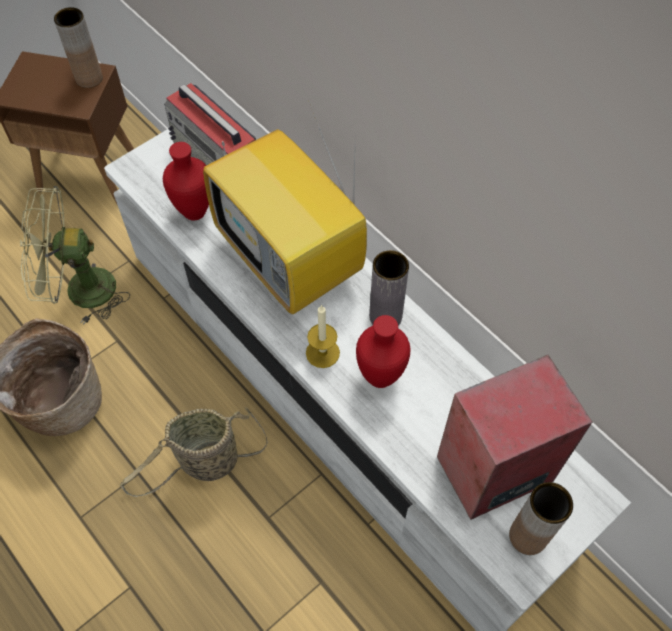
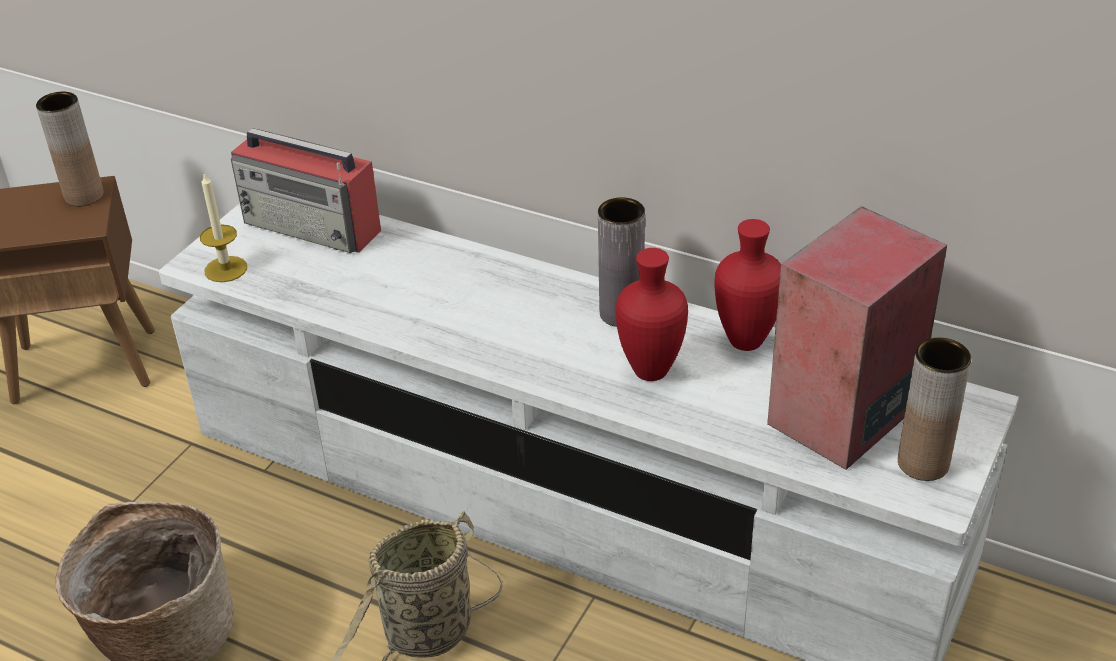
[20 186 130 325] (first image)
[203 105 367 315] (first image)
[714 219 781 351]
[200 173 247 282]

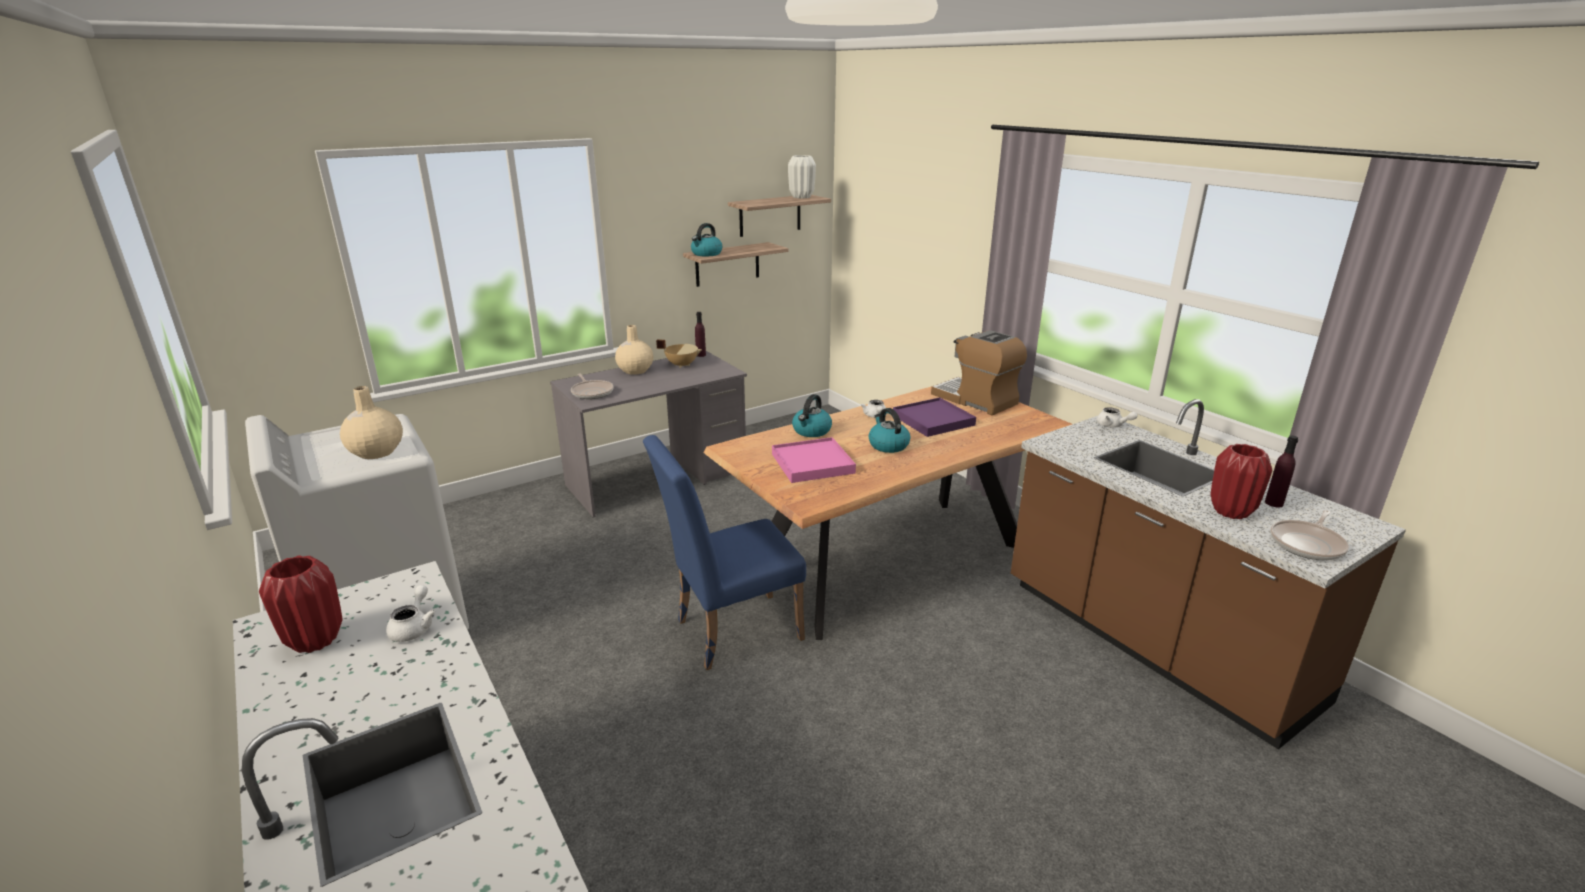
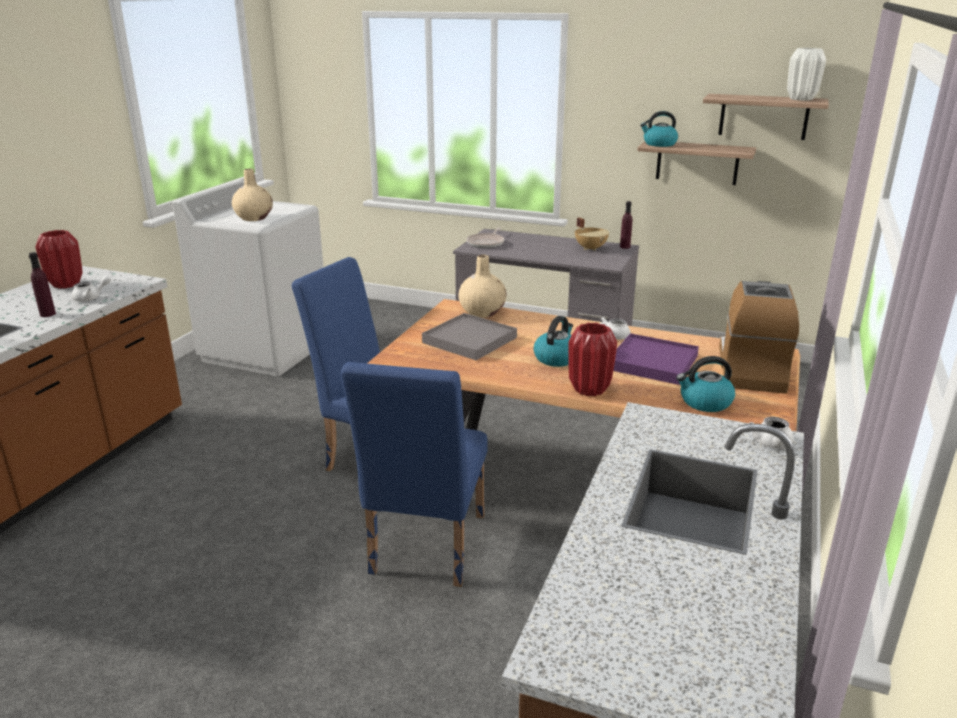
[1270 510 1349 560] (first image)
[341 362 488 587]
[458 255 507 318]
[676 356 735 412]
[568 323 617 396]
[29 252 56 317]
[422 313 517 360]

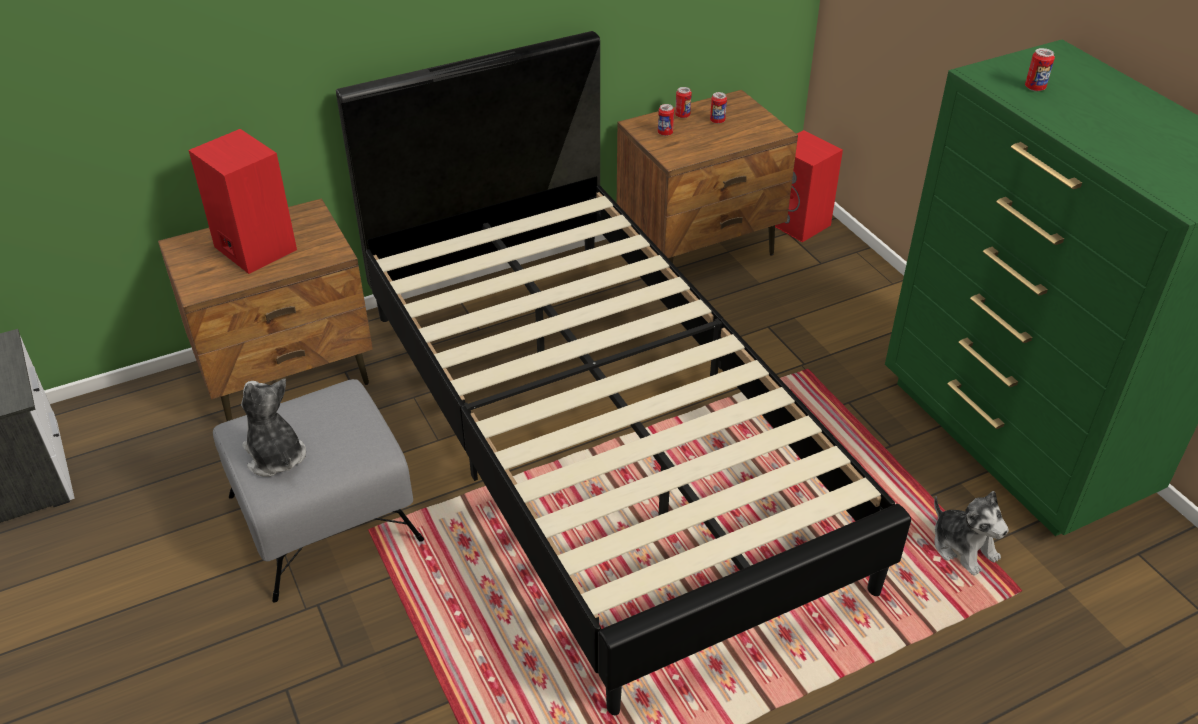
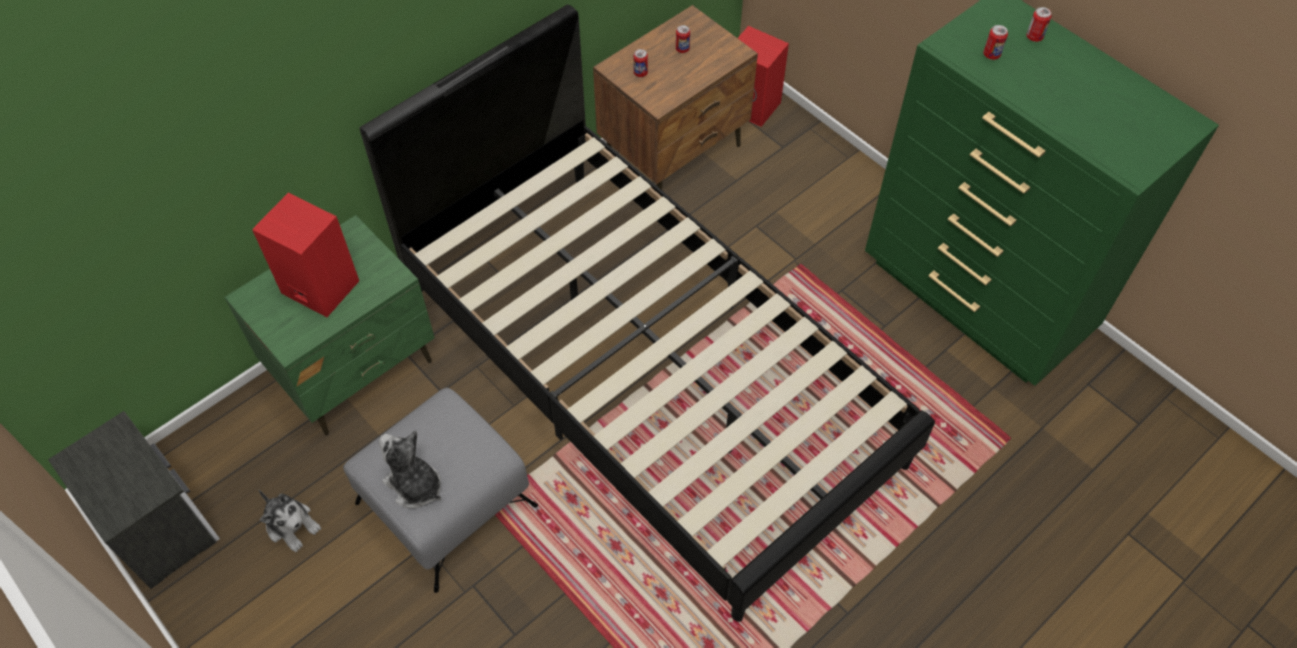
[1026 7 1052 42]
[259 490 321 552]
[224 215 435 435]

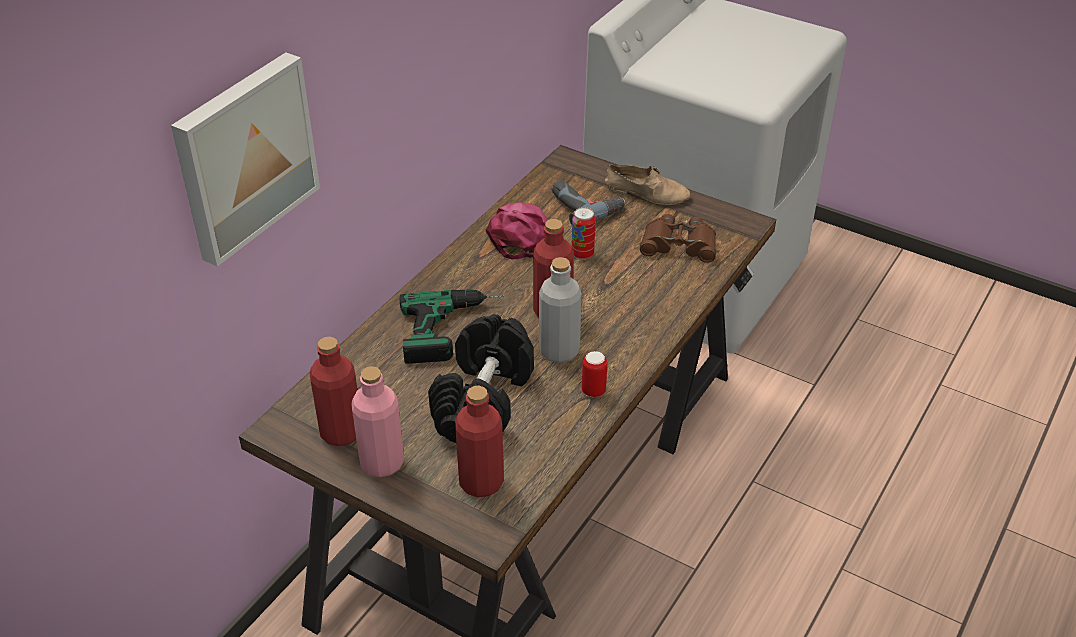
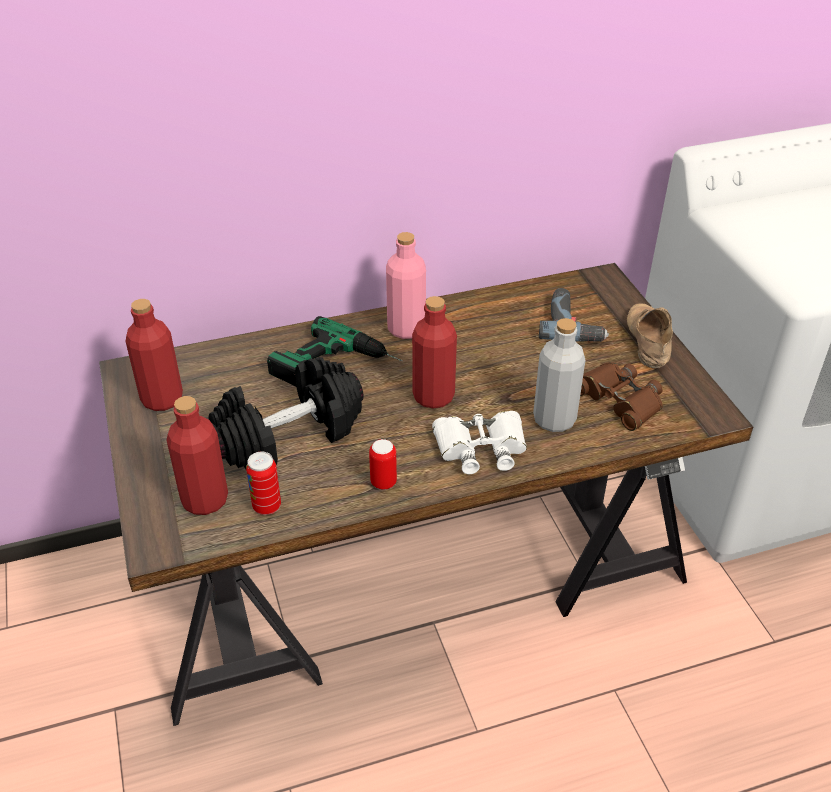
[171 52 320 267] (first image)
[486 202 548 260] (first image)
[432 411 527 474]
[386 232 426 339]
[533 318 585 432]
[246 452 281 515]
[627 303 673 368]

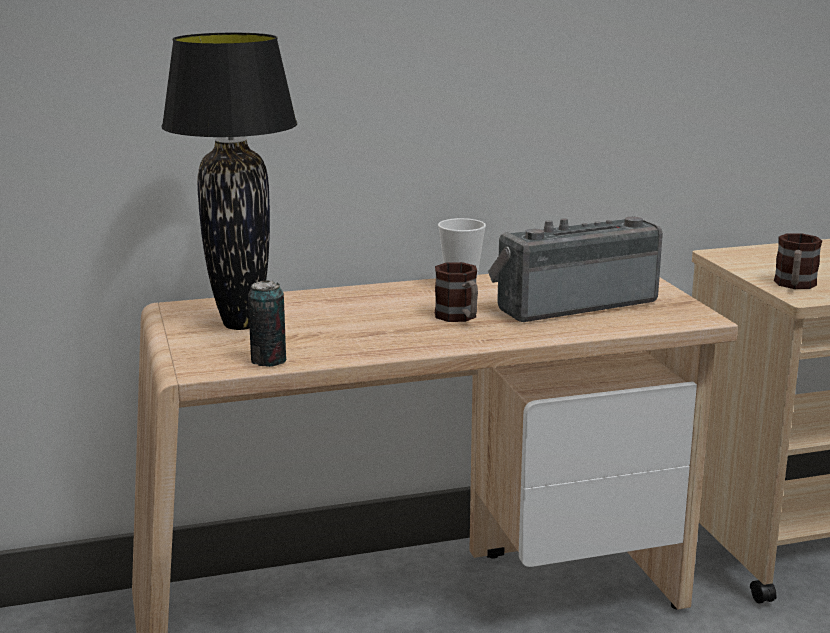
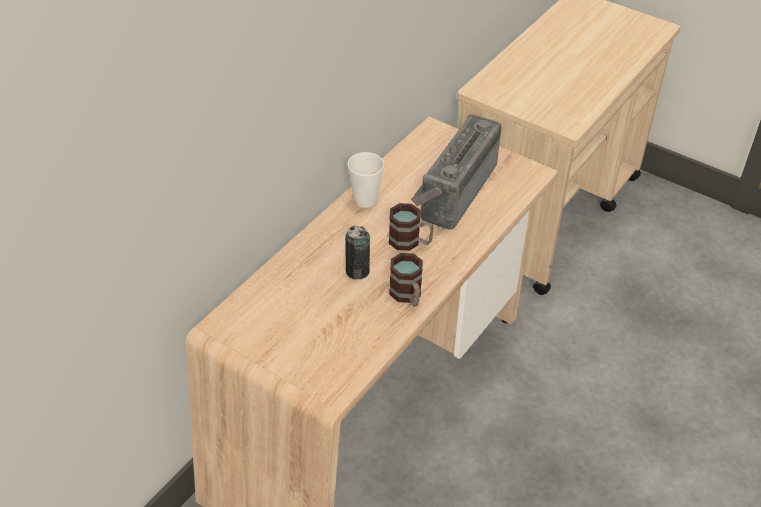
[161 33 297 330] (first image)
[345 225 370 280]
[389 253 423 307]

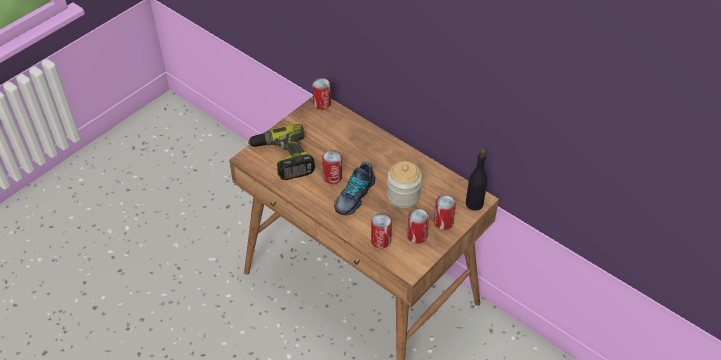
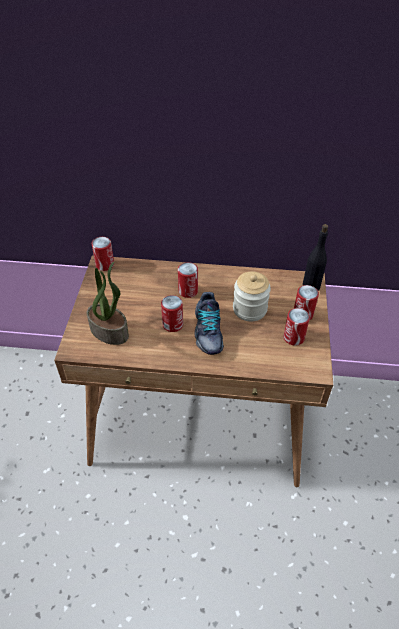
[178 262 198 298]
[87 261 129 345]

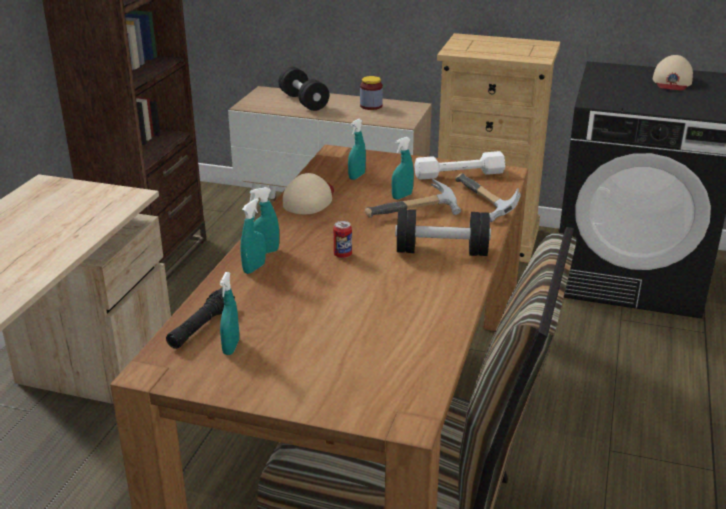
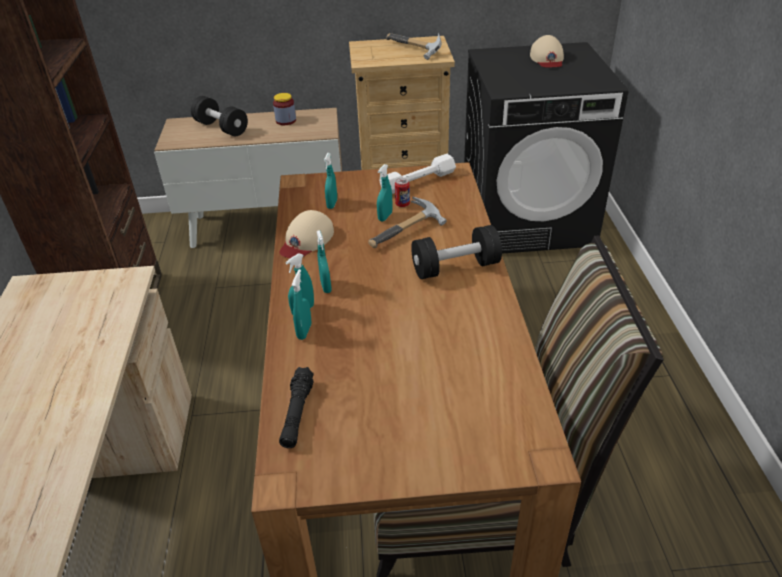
[317 230 332 293]
[395 178 410 207]
[386 33 441 60]
[280 210 334 258]

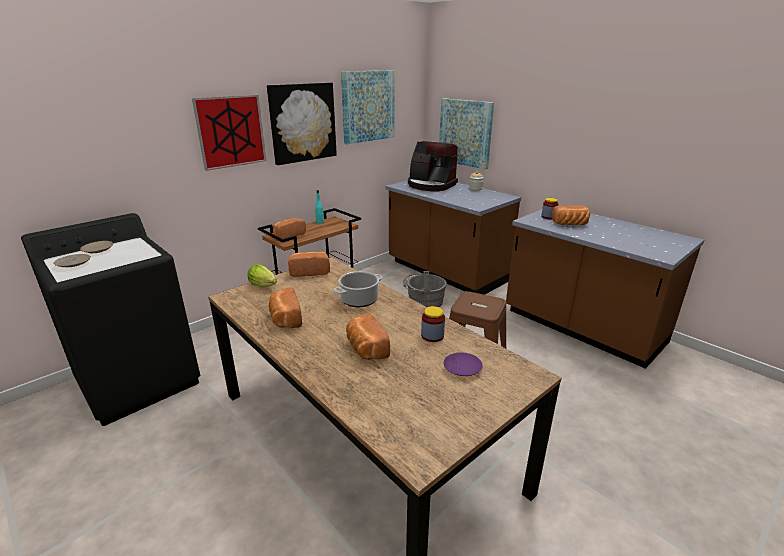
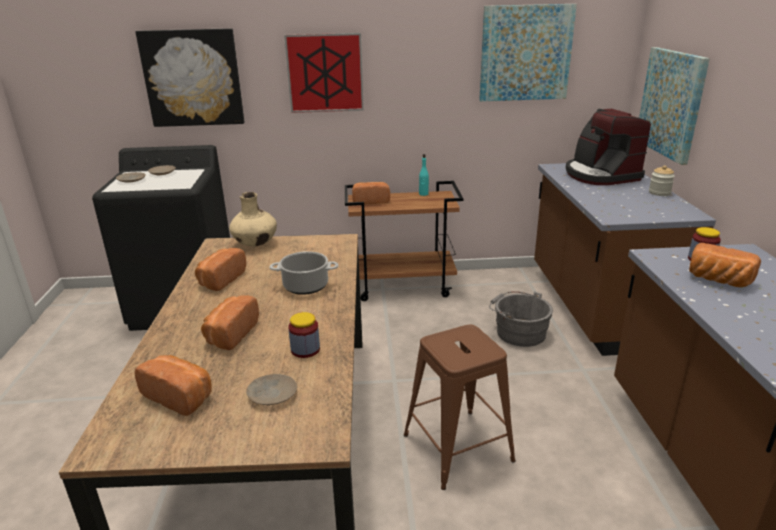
[135 28 244 127]
[135 355 212 416]
[229 192 277 247]
[246 374 297 405]

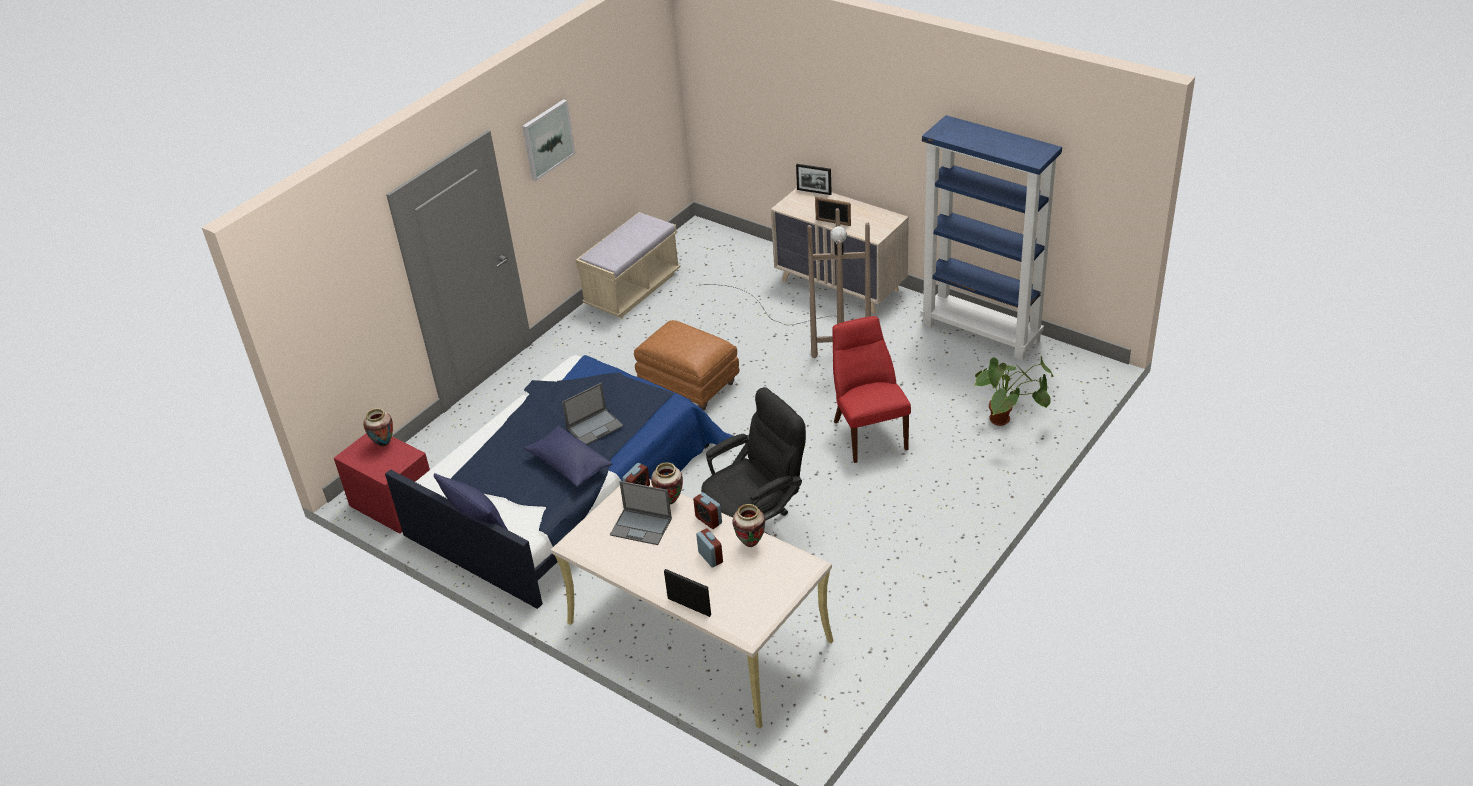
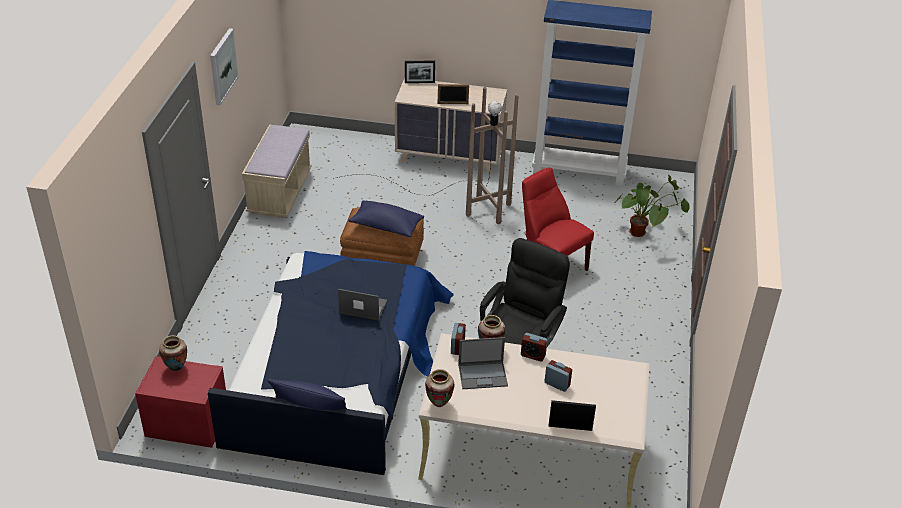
[348 200 424 237]
[425 369 455 407]
[338 289 387 321]

